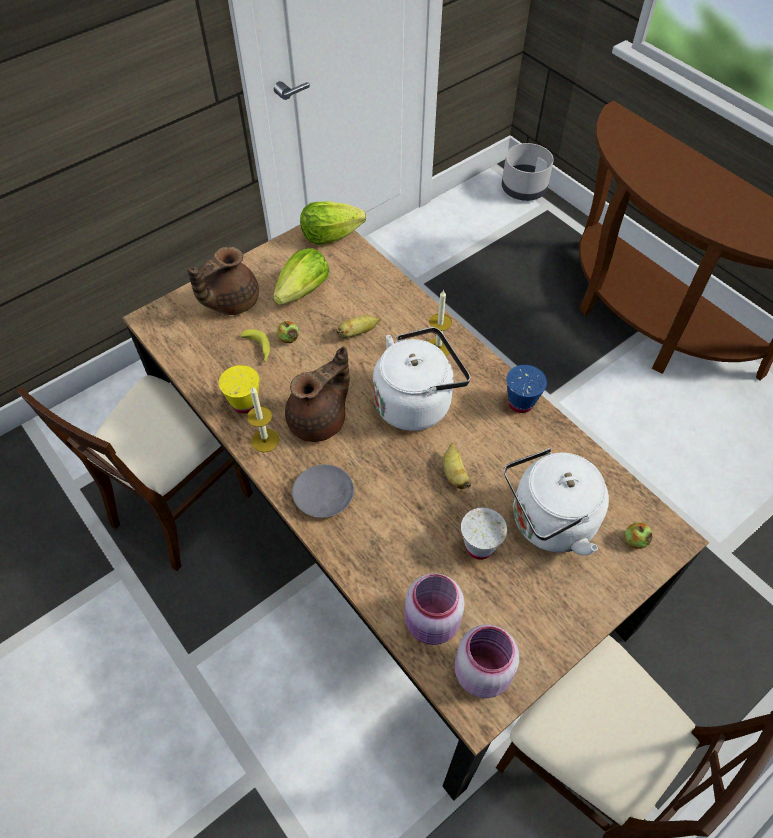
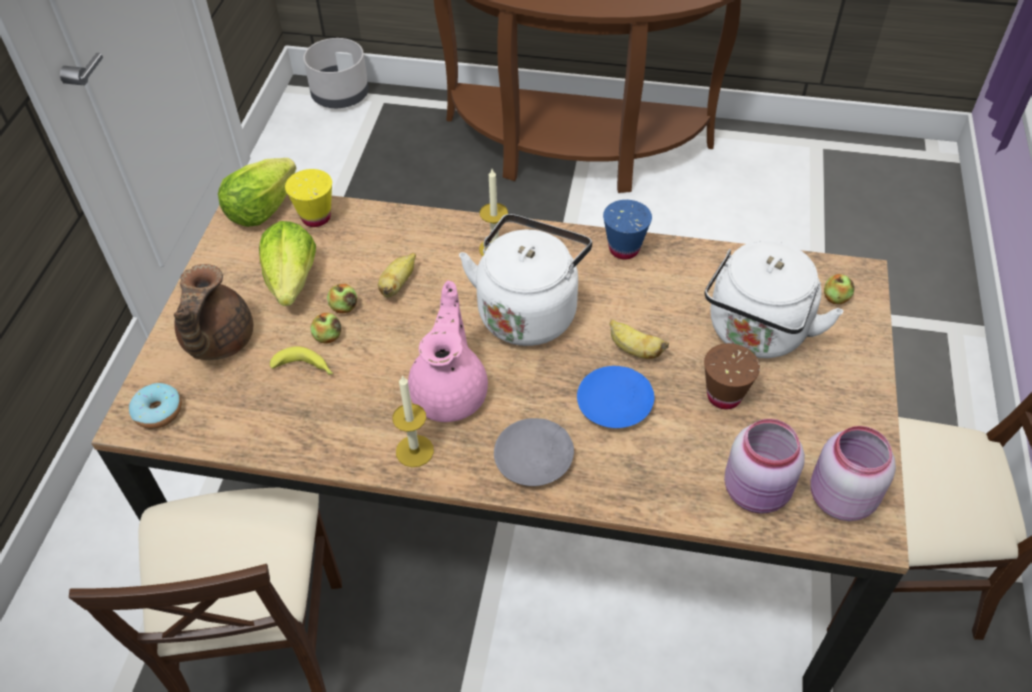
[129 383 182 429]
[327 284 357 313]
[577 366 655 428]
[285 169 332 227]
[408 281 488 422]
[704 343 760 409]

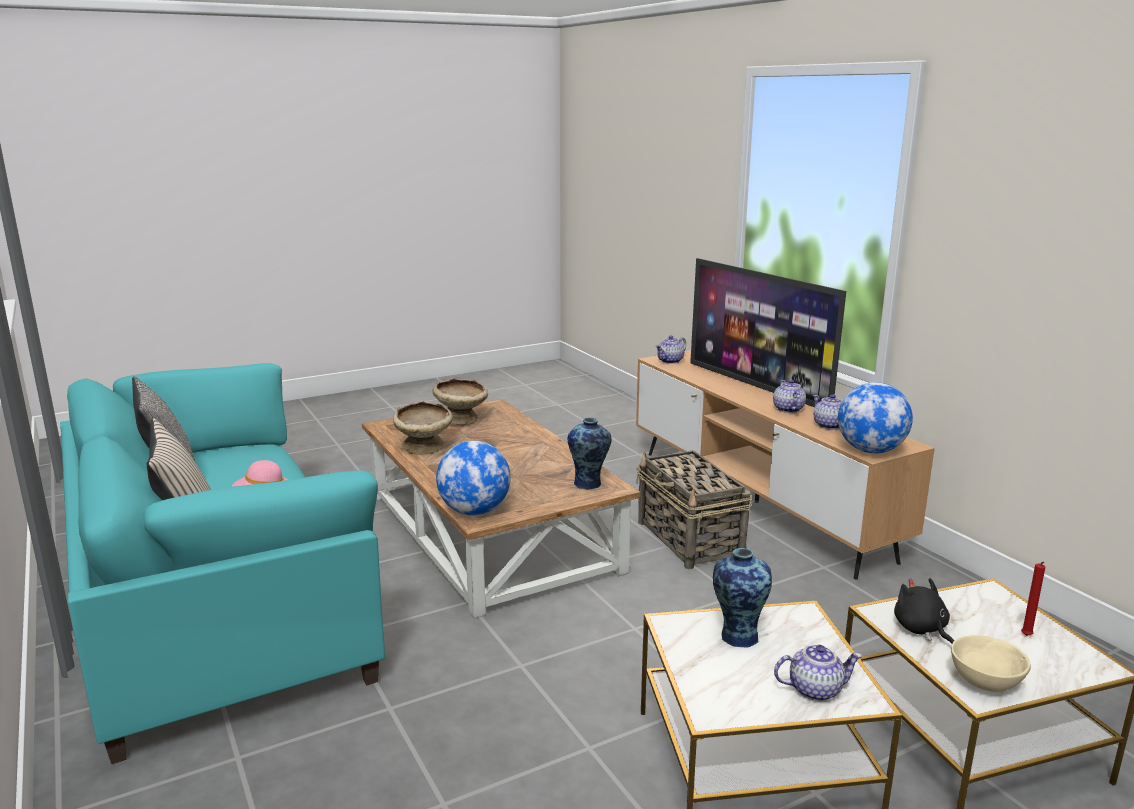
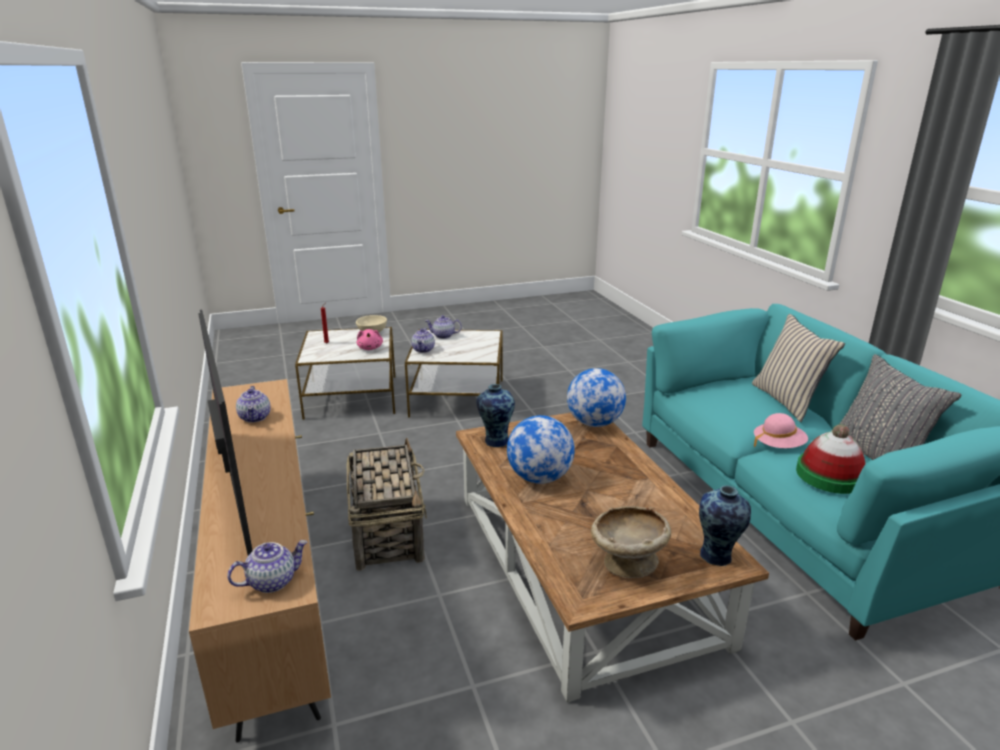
[393 401 453 455] (first image)
[796 424 865 494]
[699 485 751 566]
[411 327 435 353]
[507 415 575 484]
[357 329 383 350]

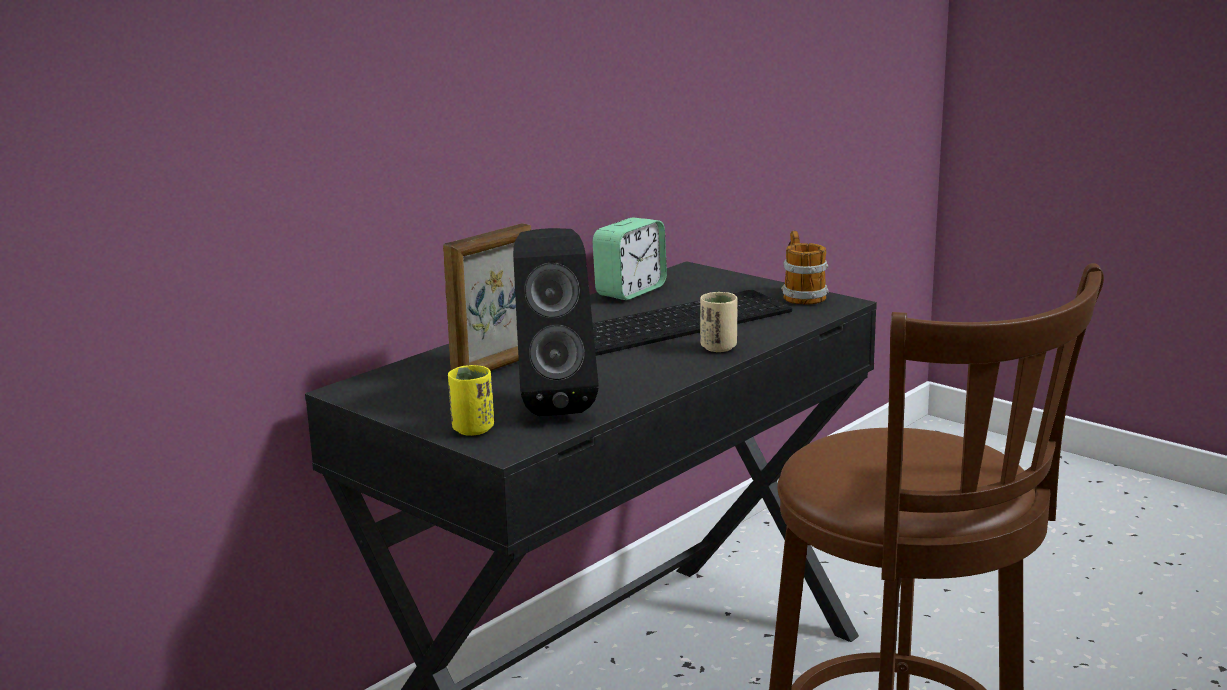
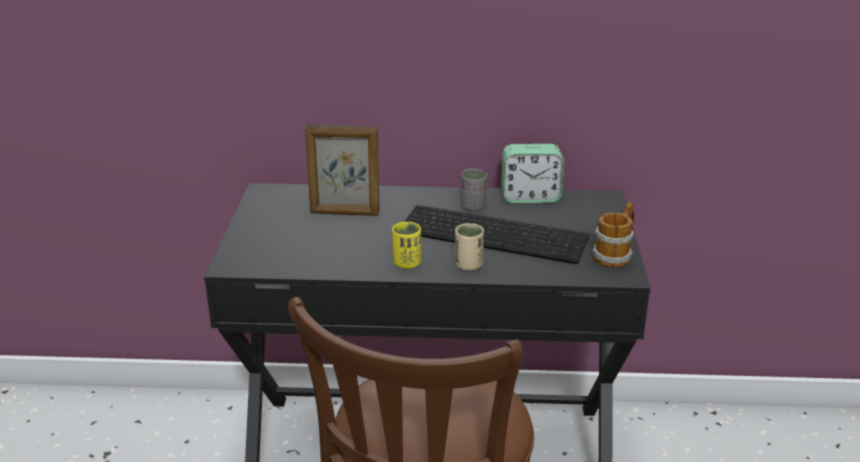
[513 228 599 416] (first image)
[461 168 487 211]
[392 222 421 269]

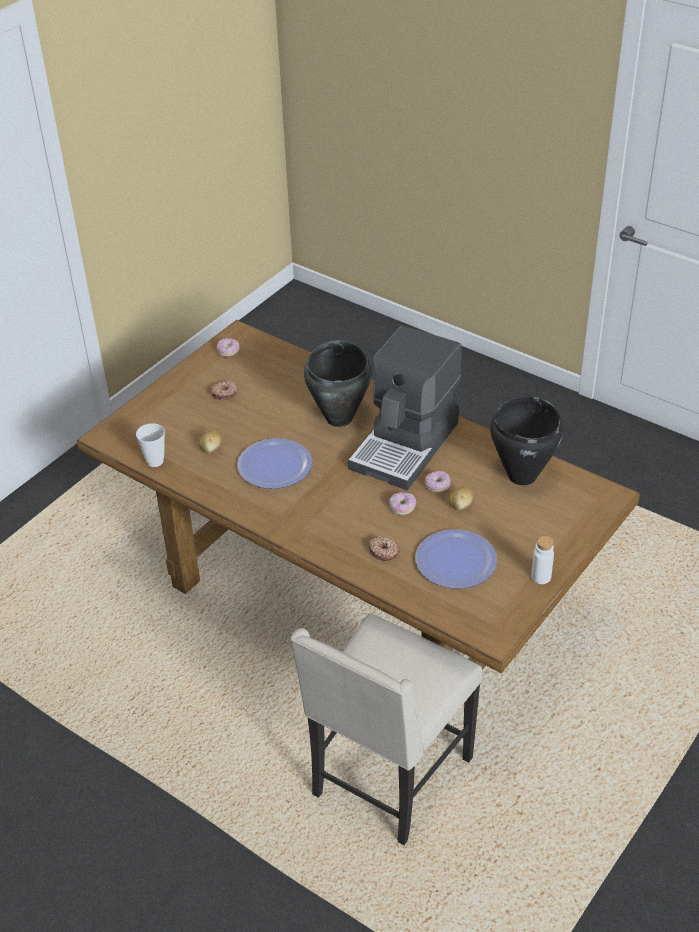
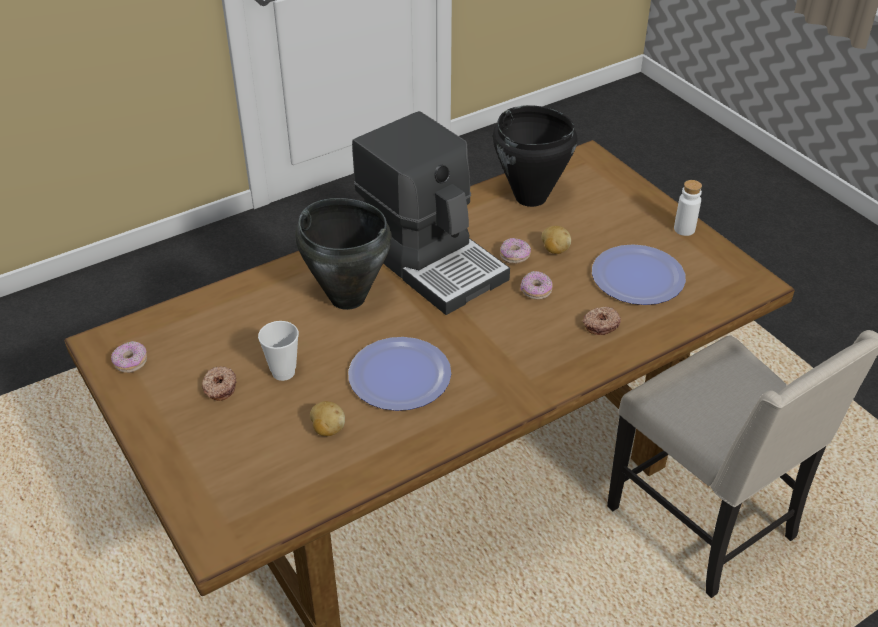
[258 321 299 381]

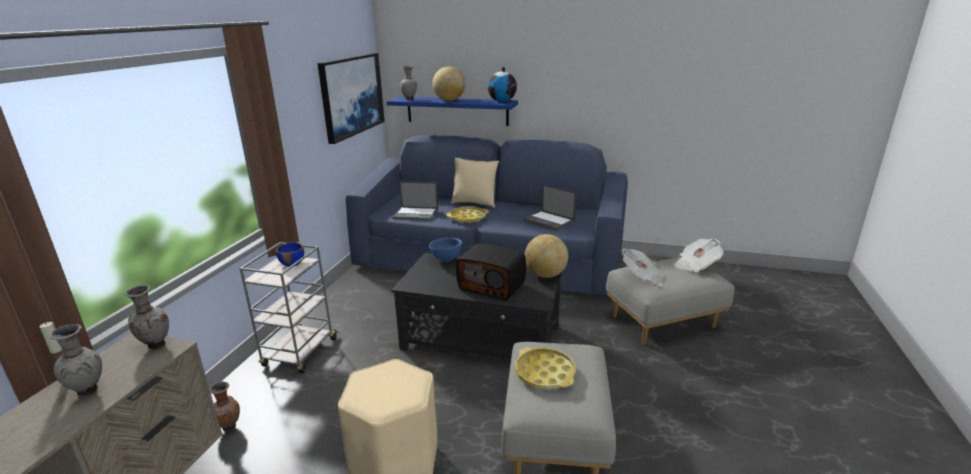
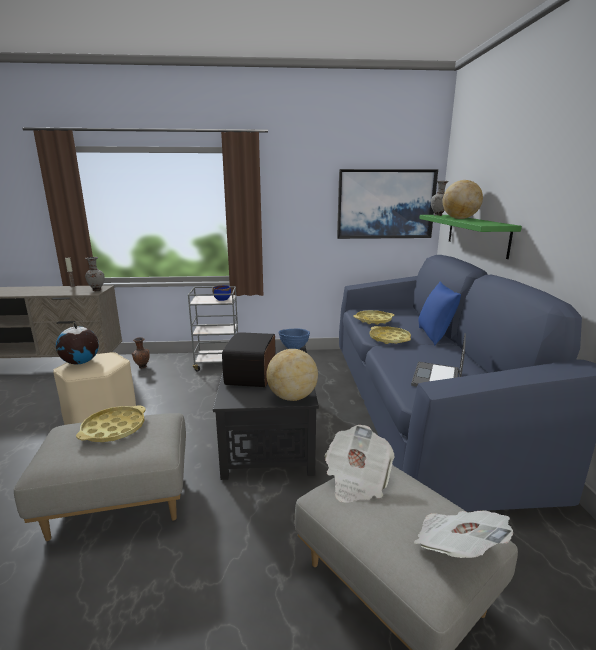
[49 324 102 396] (first image)
[56 323 99 364]
[353 310 394 325]
[419 215 522 259]
[419 282 461 345]

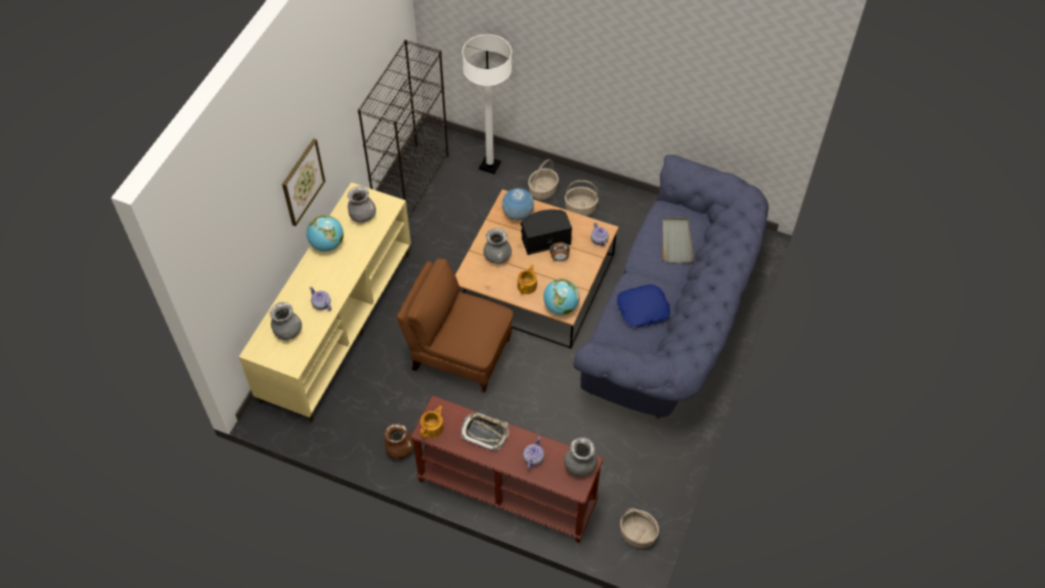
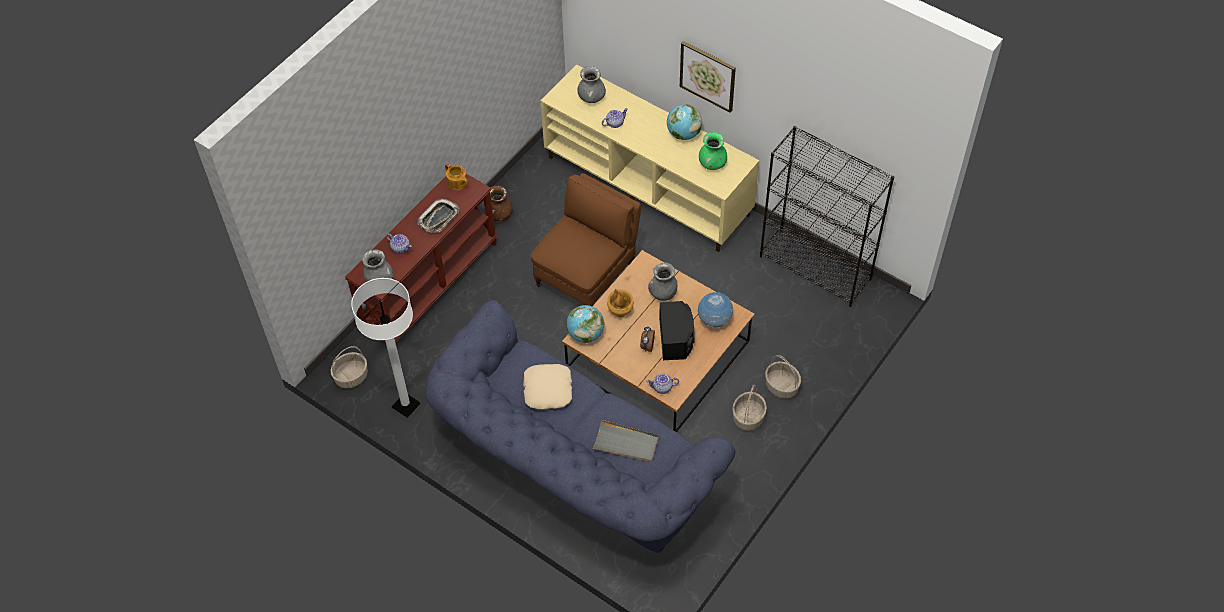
[351 278 420 418]
[607 289 634 317]
[699 132 727 170]
[523 364 572 409]

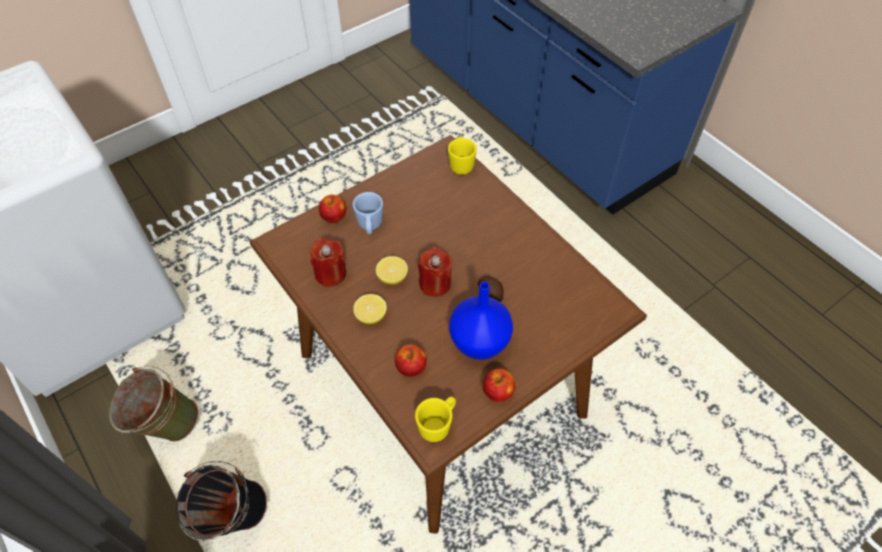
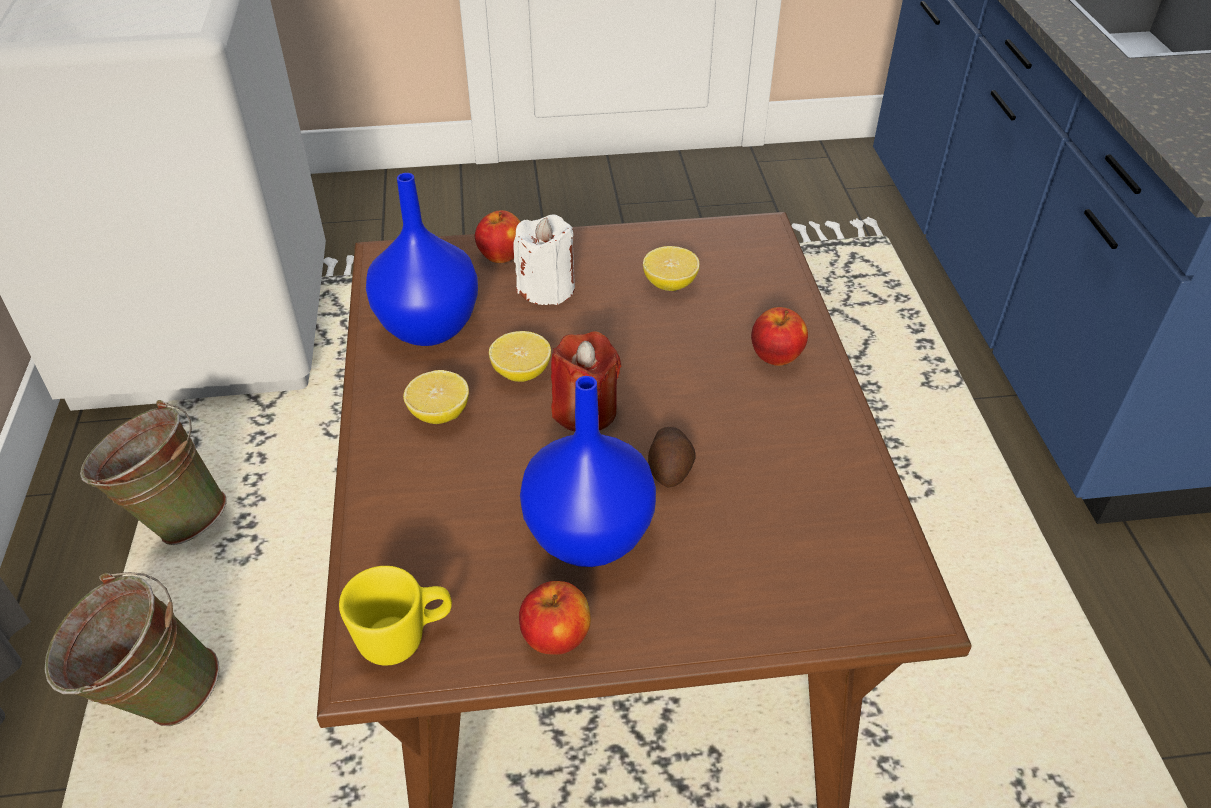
[448 137 477 175] (first image)
[643 246 700 291]
[751 307 808 366]
[366 173 478 346]
[513 214 575 305]
[44 572 219 726]

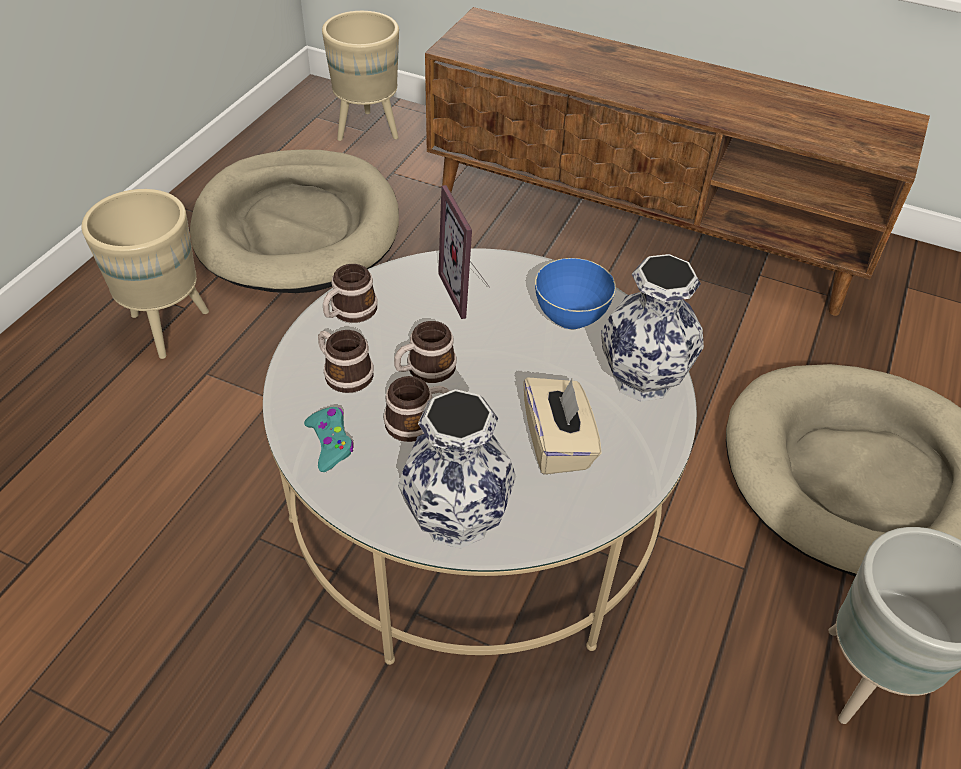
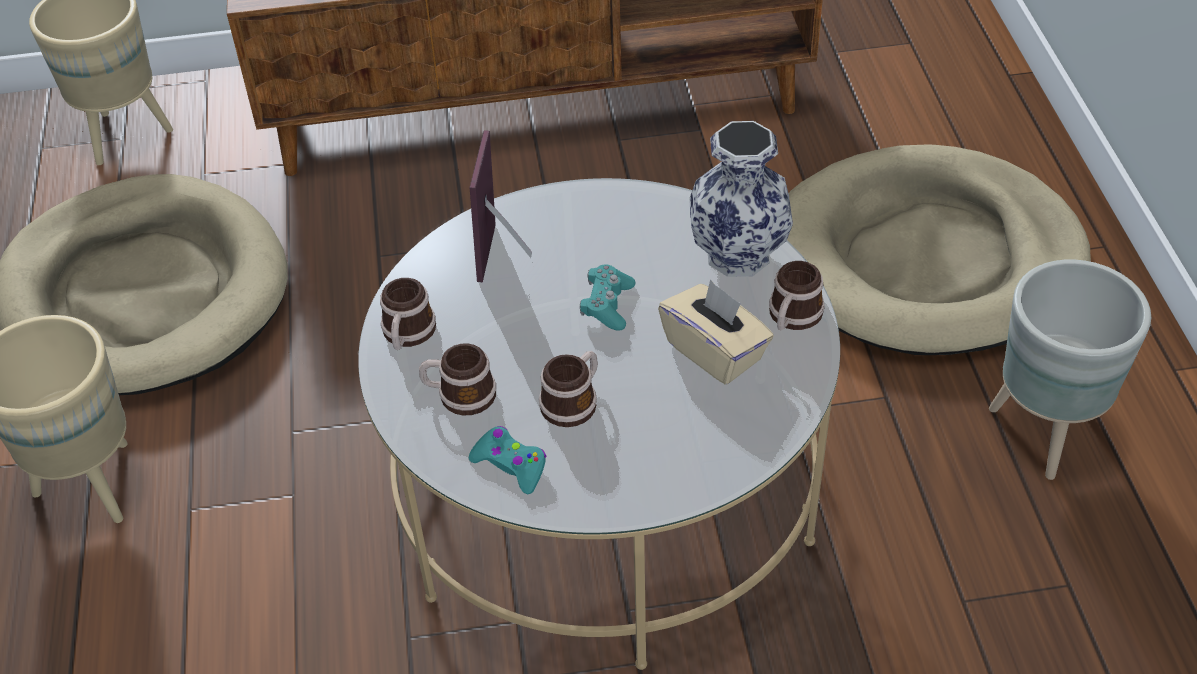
[398 389 516 549] (first image)
[535 258 616 329] (first image)
[580 264 635 330]
[769 261 825 330]
[470 130 532 282]

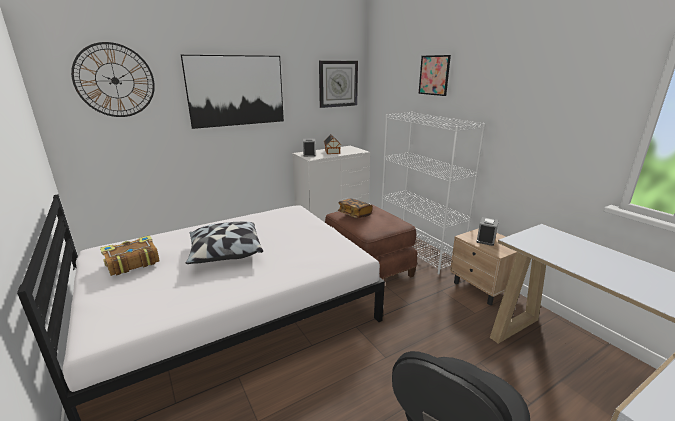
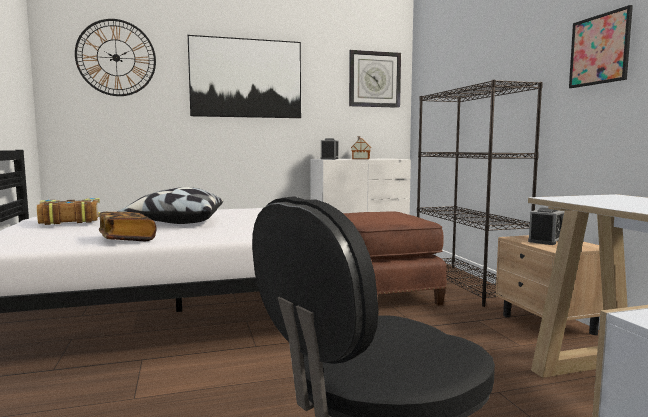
[99 212 156 241]
[569 5 633 88]
[417 80 543 307]

